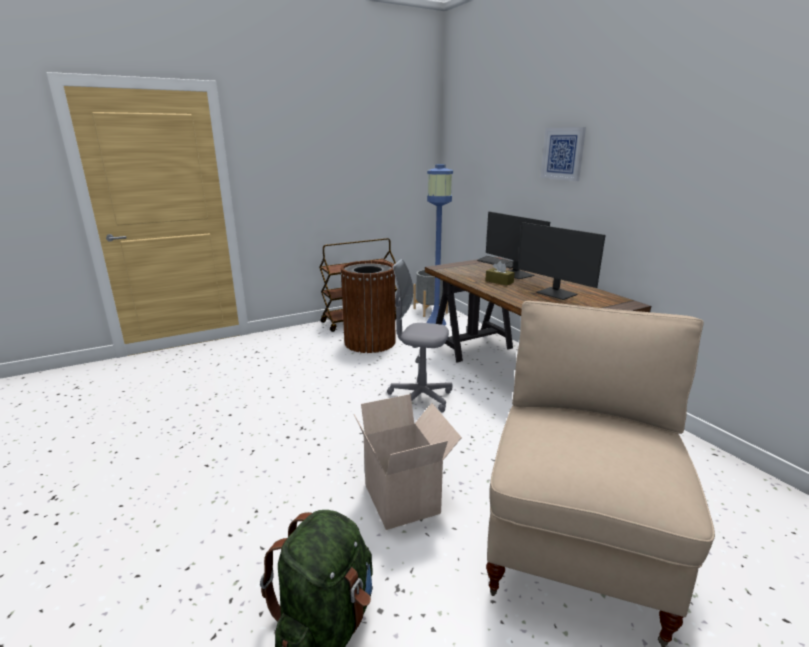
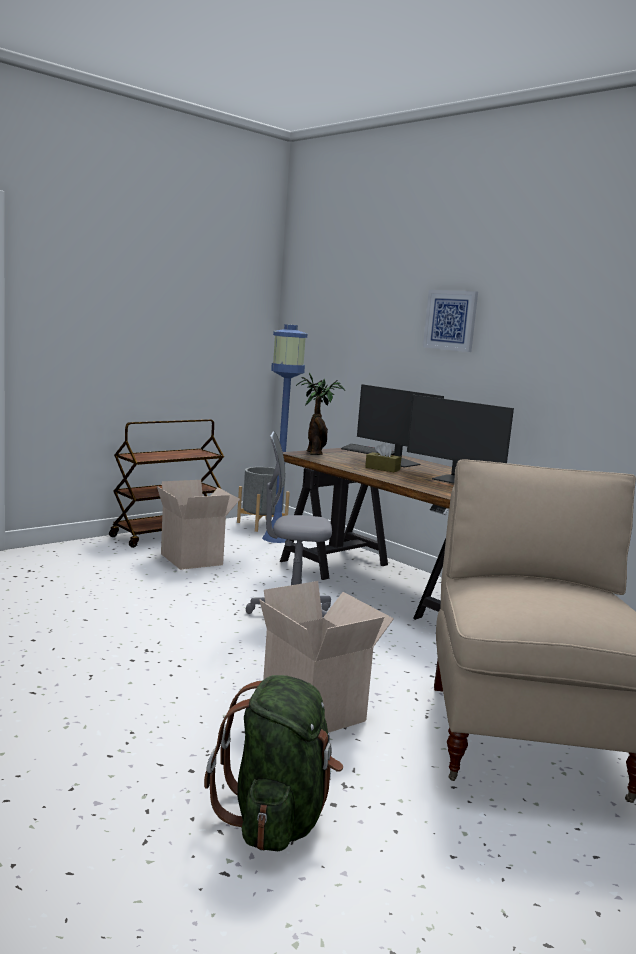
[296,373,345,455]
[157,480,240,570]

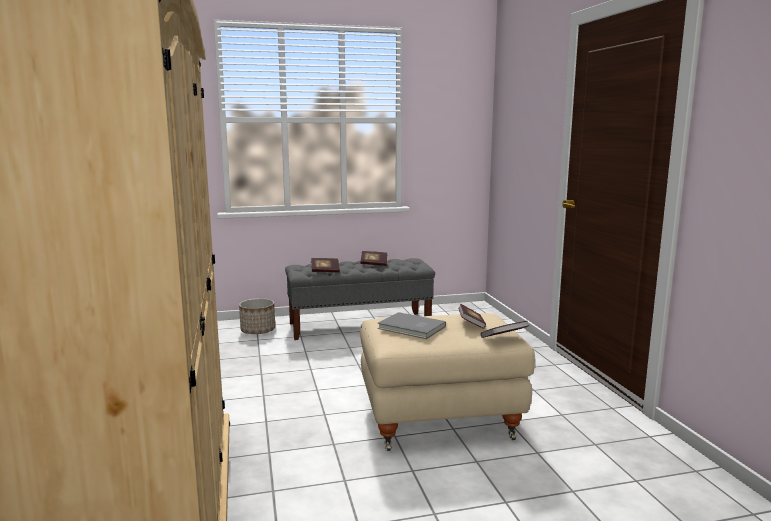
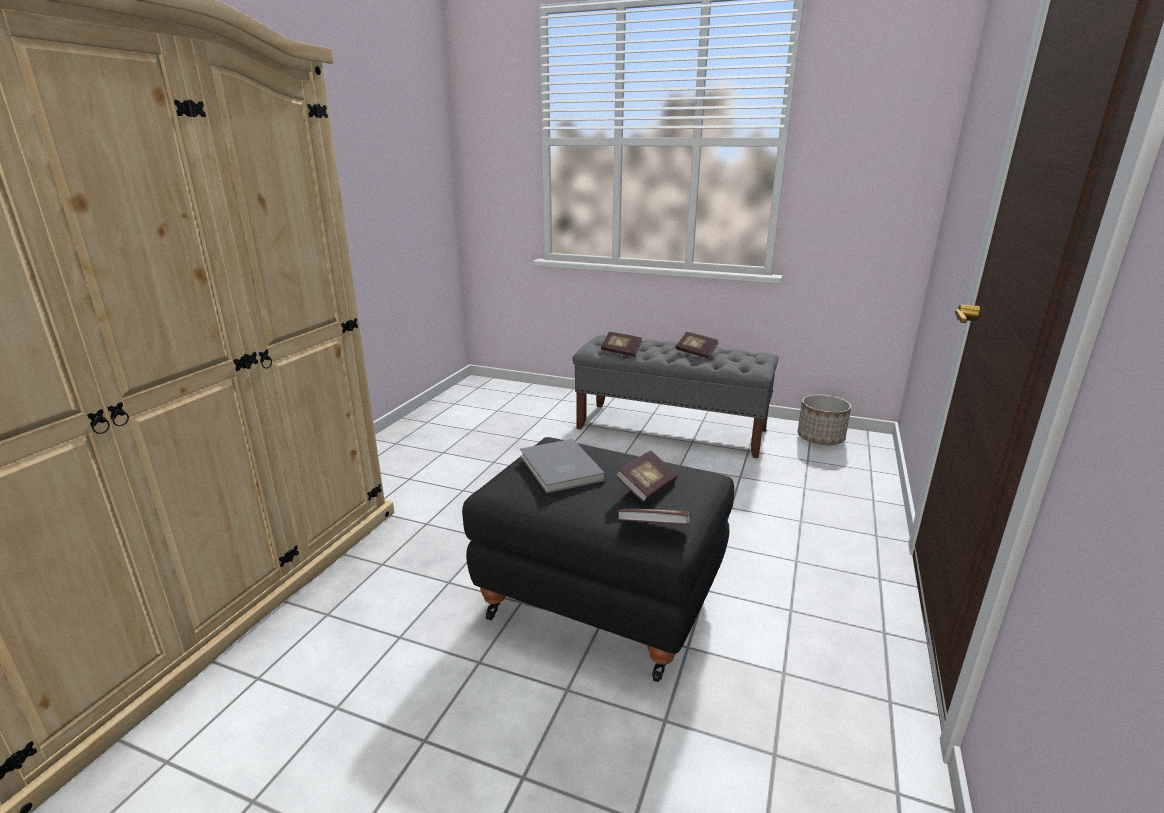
[798,394,851,445]
[462,437,734,682]

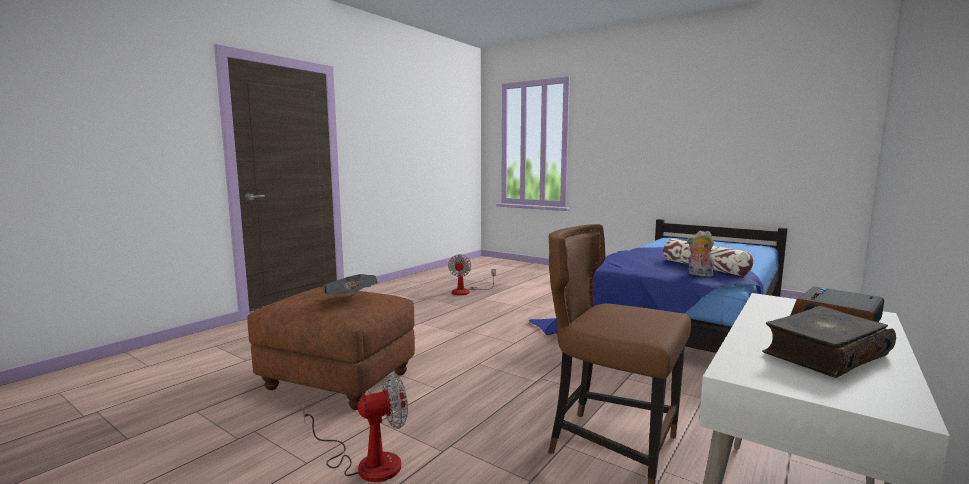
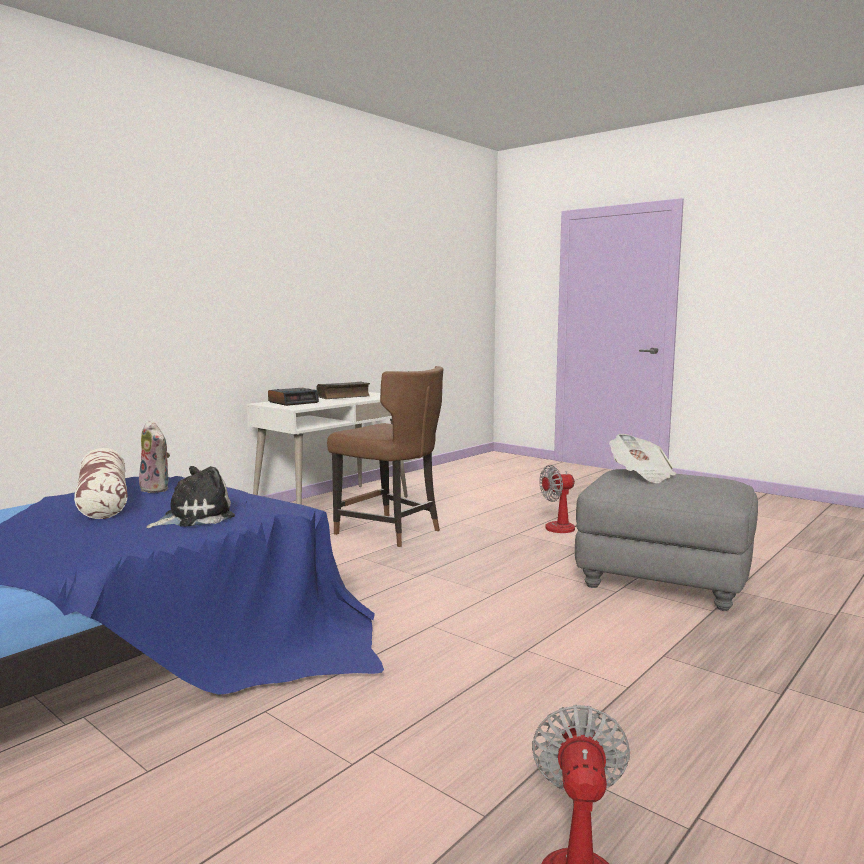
[146,466,235,528]
[575,469,758,611]

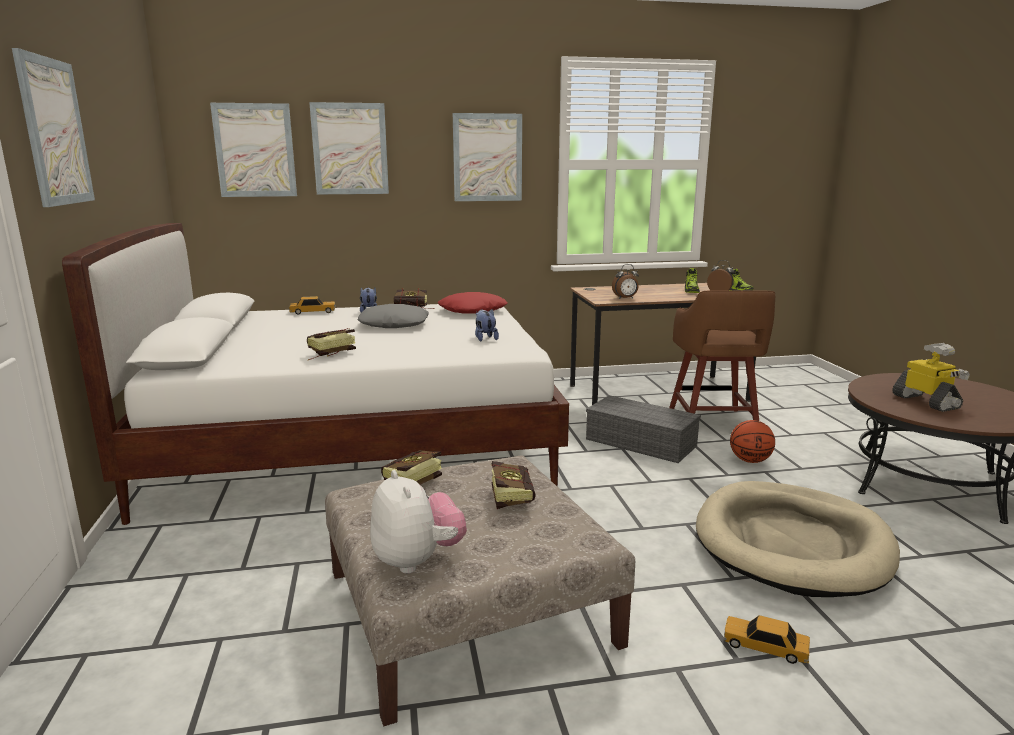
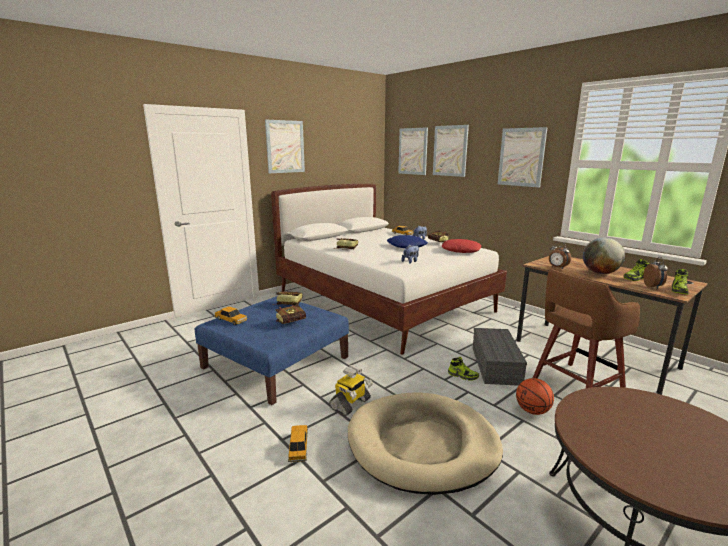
[448,357,479,381]
[583,237,625,274]
[329,365,373,416]
[214,306,247,325]
[195,297,349,405]
[387,235,428,248]

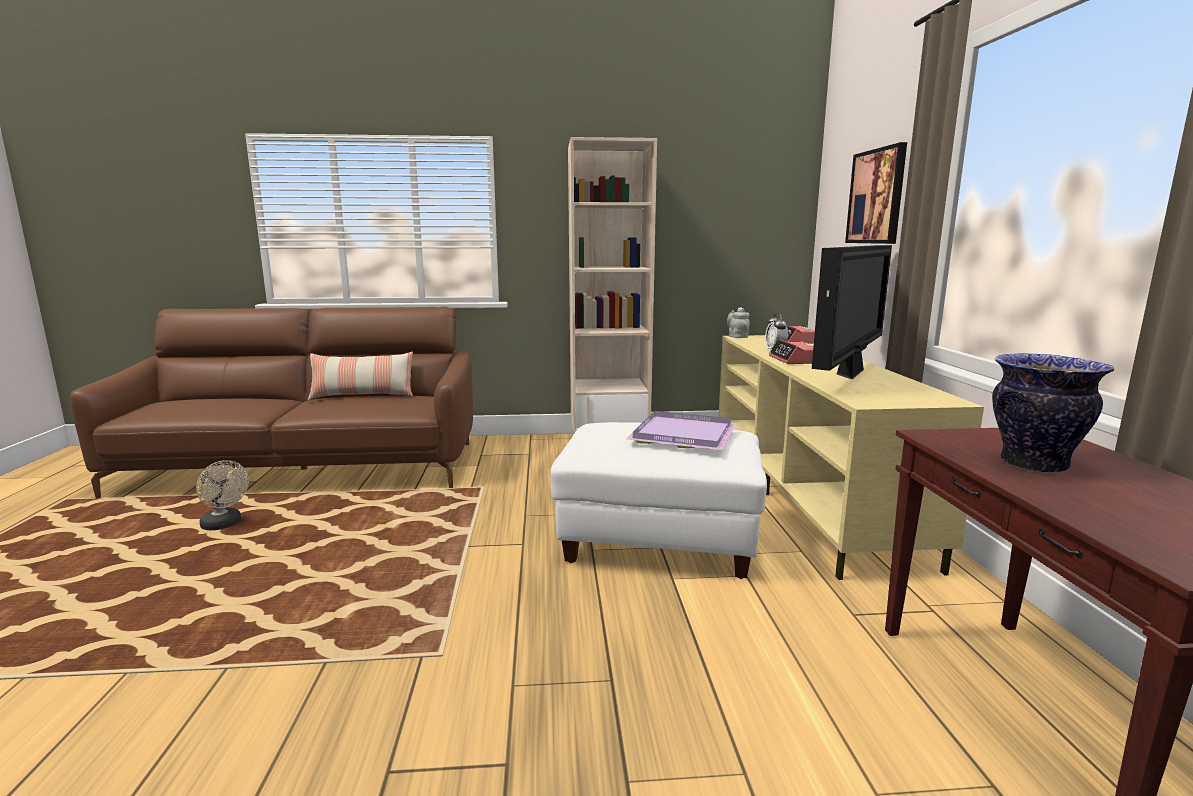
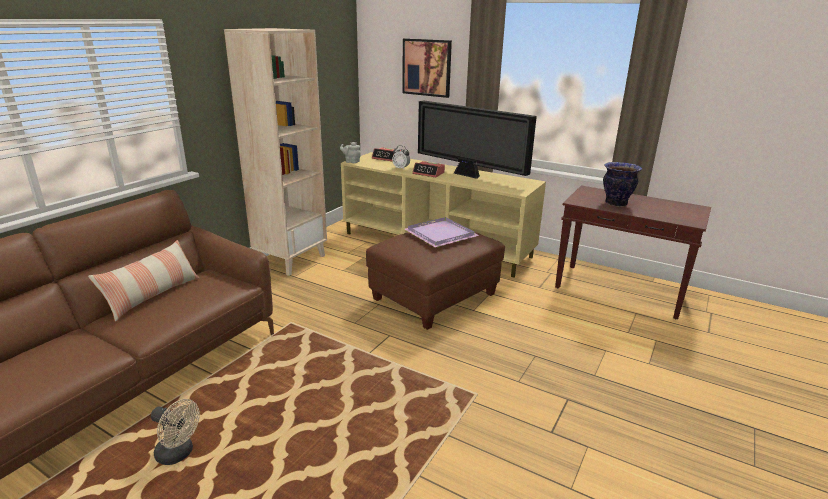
[366,228,505,330]
[151,399,200,465]
[418,100,537,179]

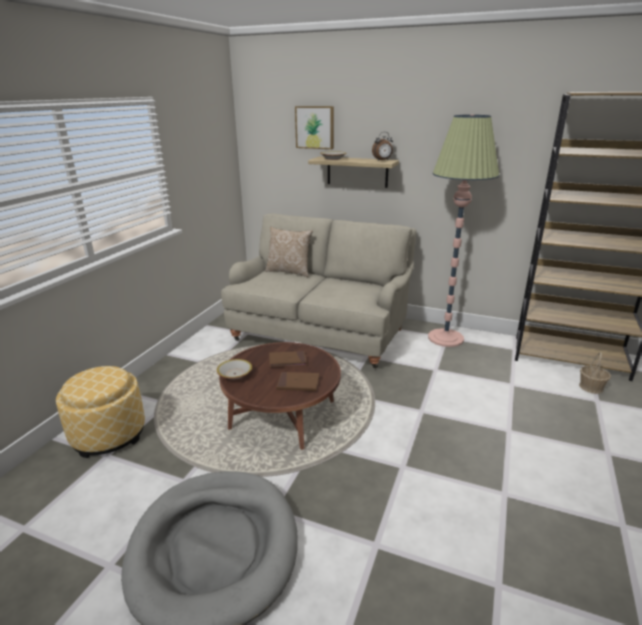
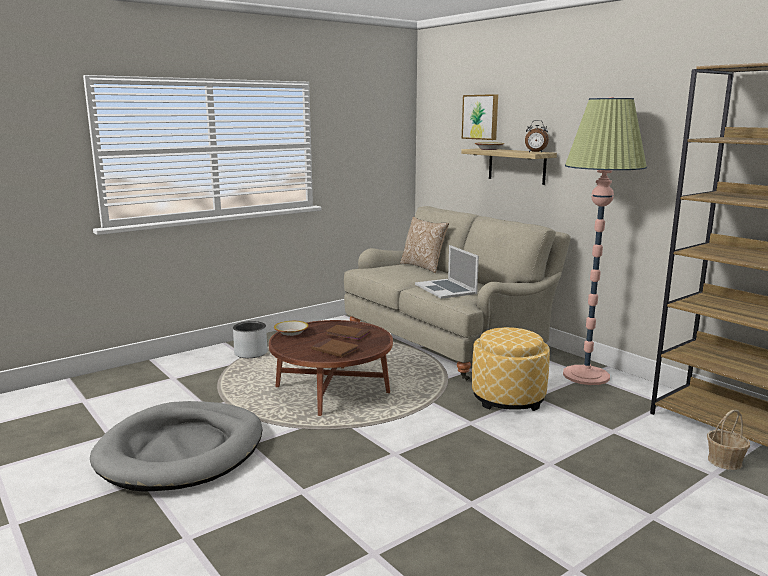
[233,321,268,358]
[415,245,479,299]
[472,327,550,411]

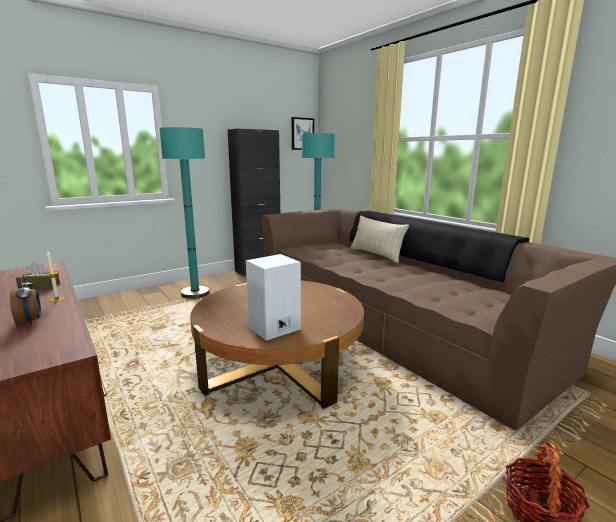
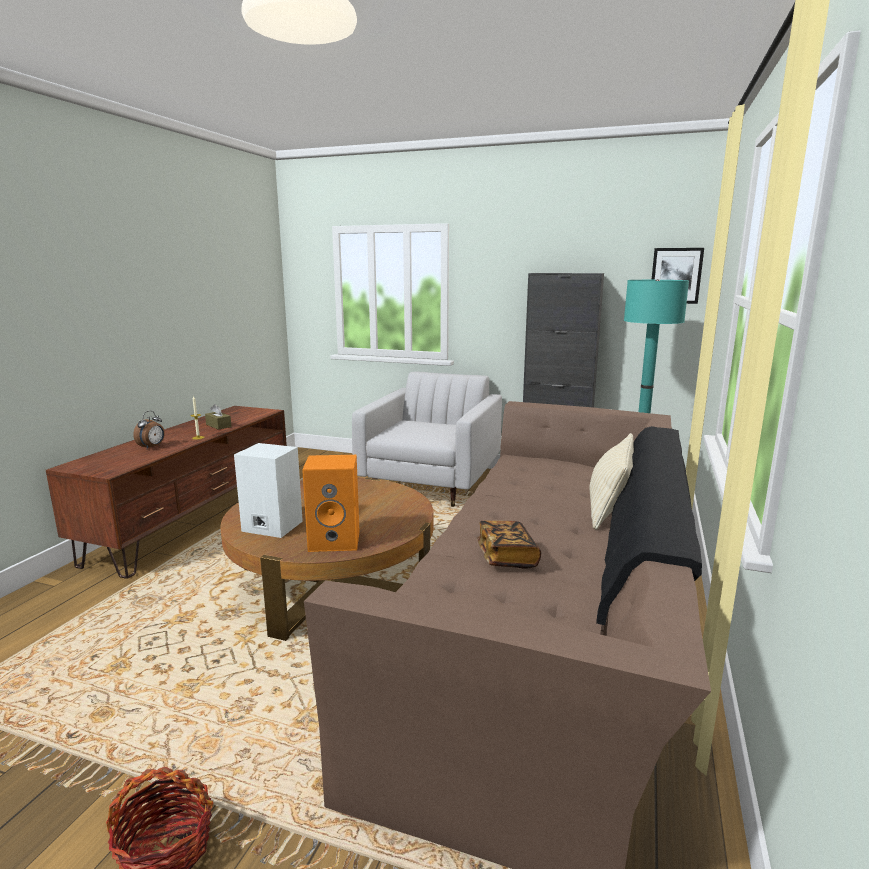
[302,455,360,552]
[477,520,541,569]
[352,371,502,507]

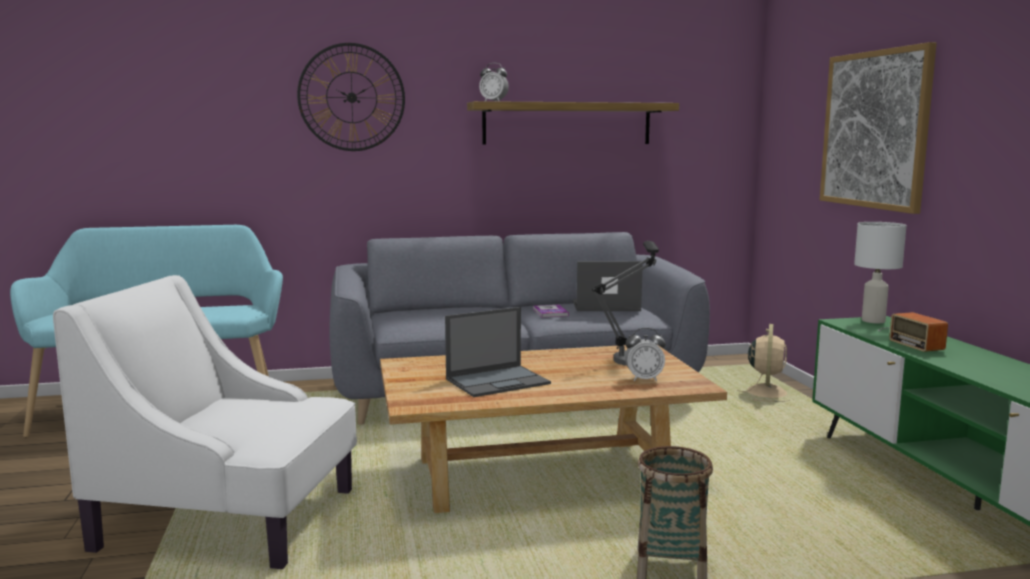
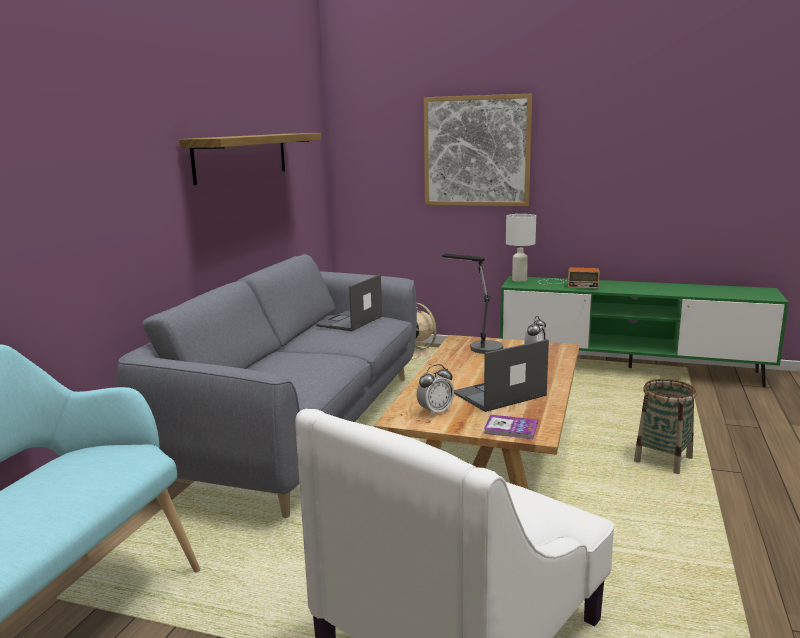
[297,43,405,151] (first image)
[417,364,454,416]
[484,415,538,439]
[454,339,549,412]

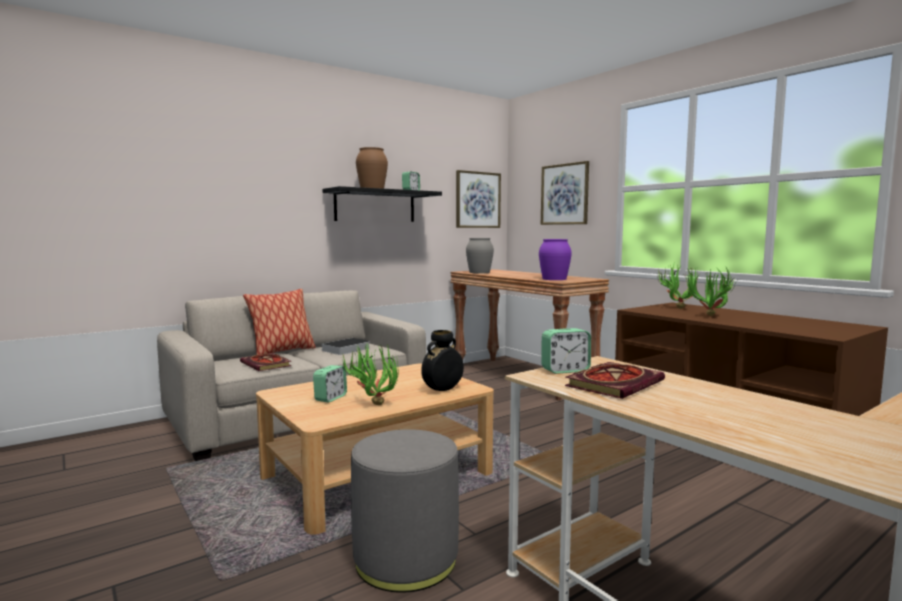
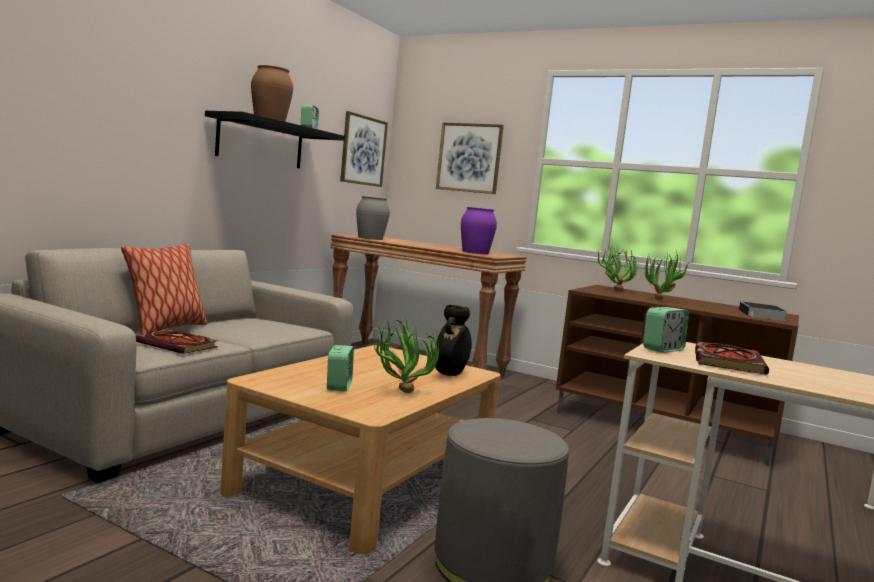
[739,301,788,321]

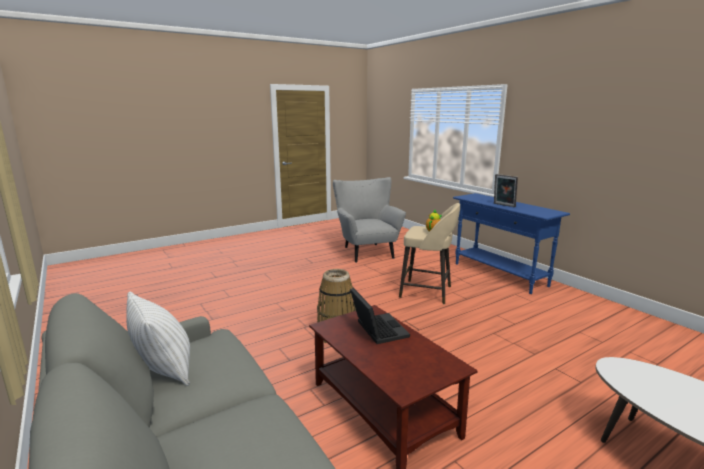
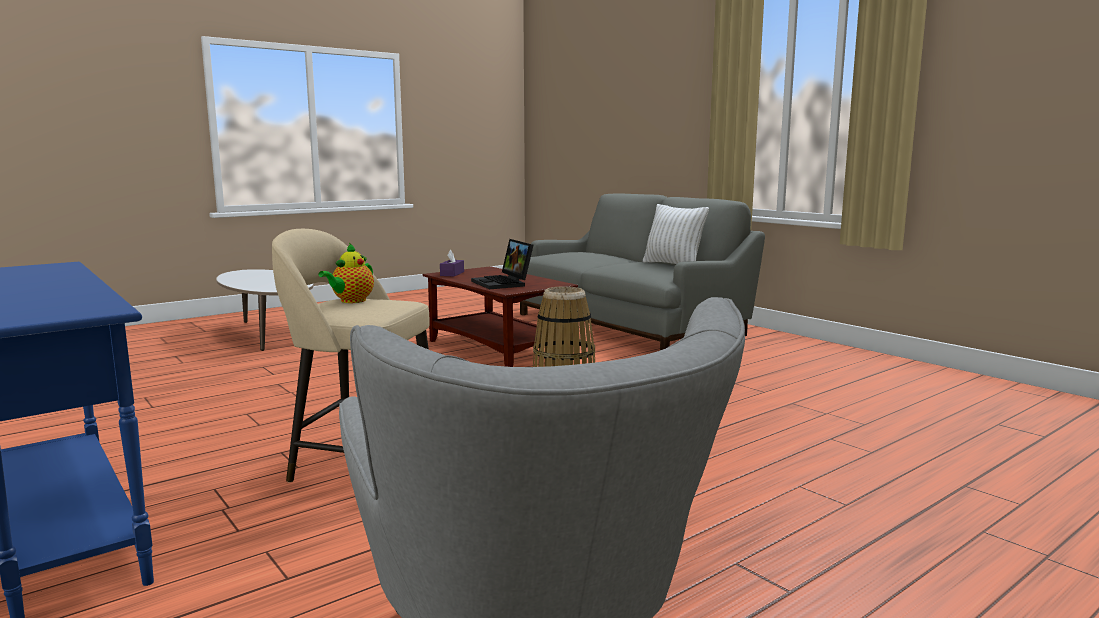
[494,174,518,207] (first image)
[440,250,464,277]

